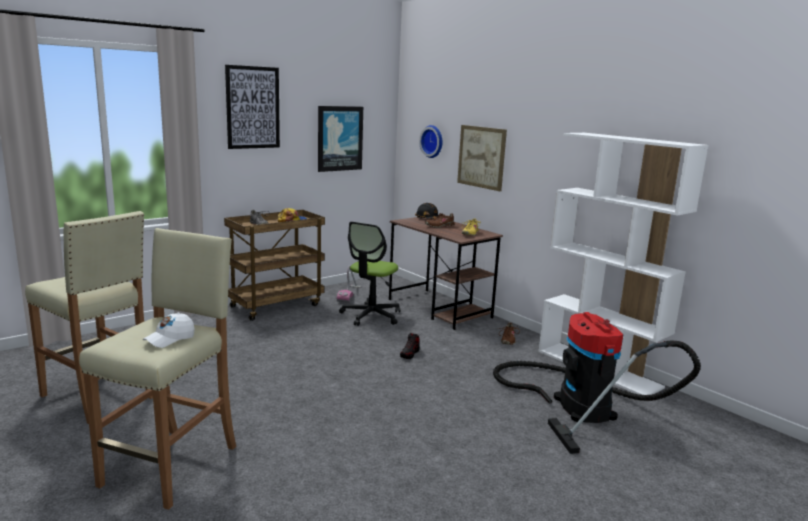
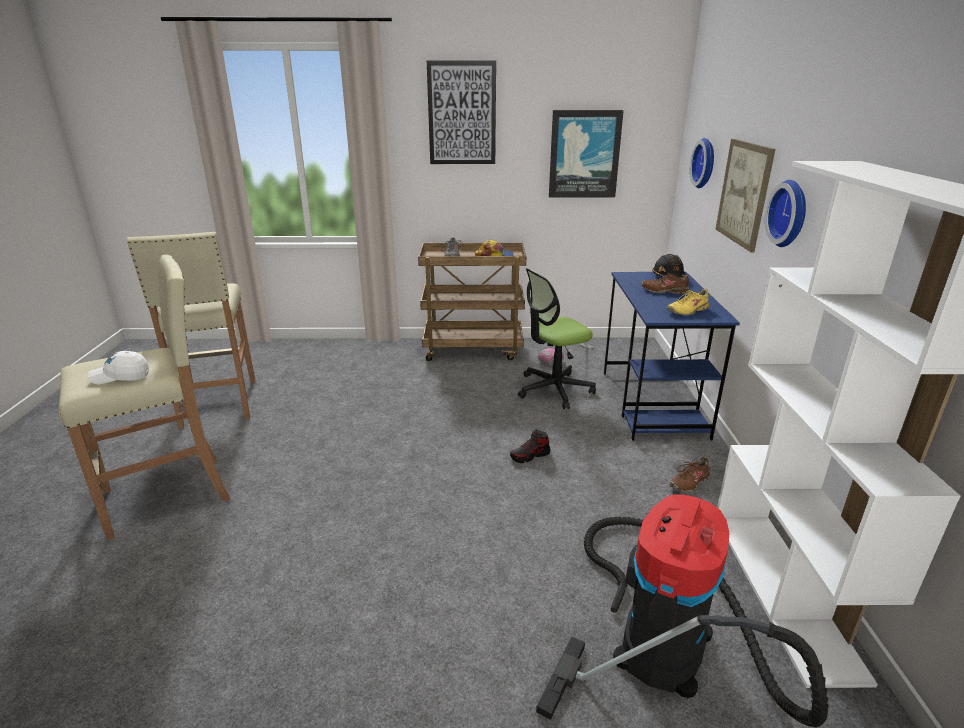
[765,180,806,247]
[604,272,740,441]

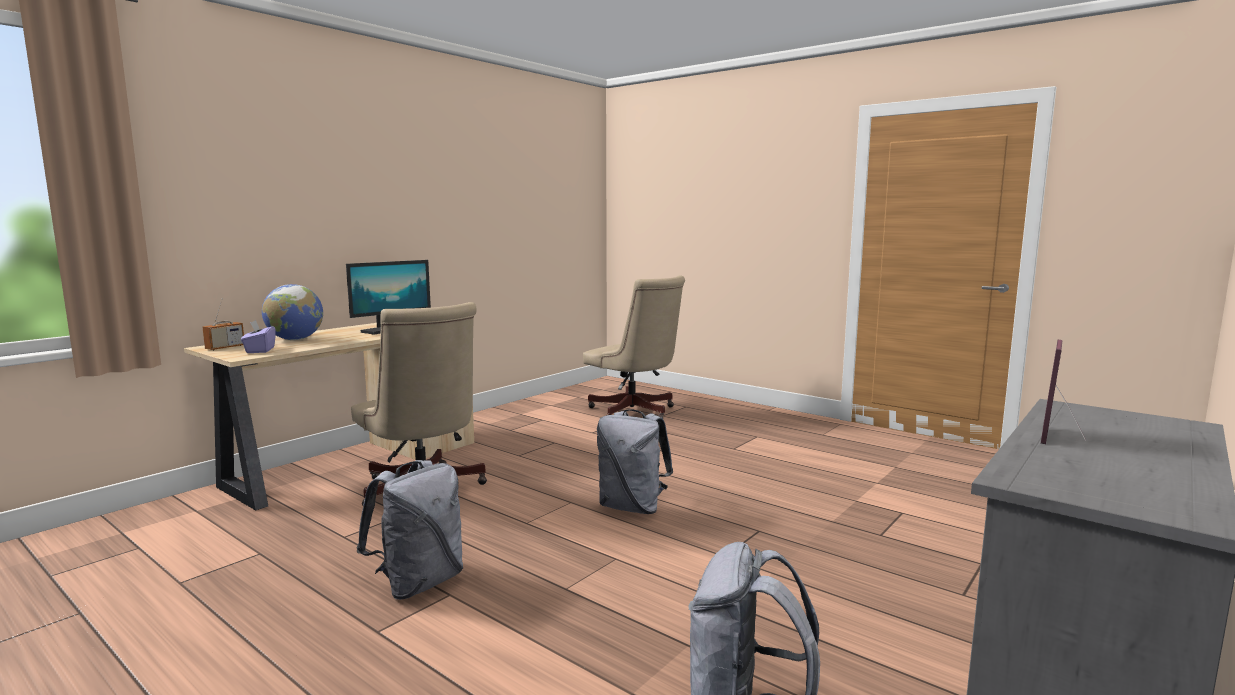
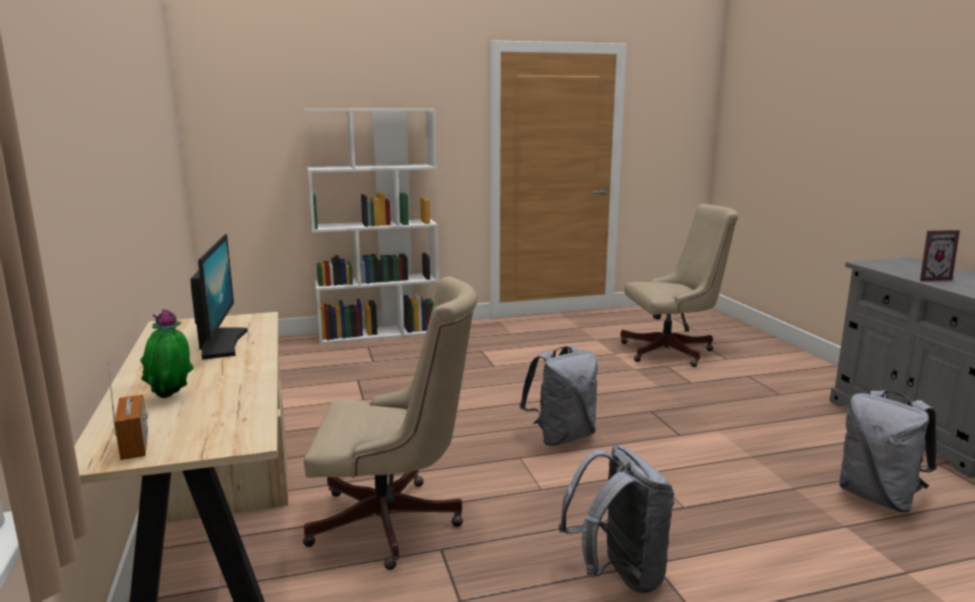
[241,320,276,353] (first image)
[303,108,439,344]
[621,204,739,367]
[140,309,194,398]
[920,230,960,281]

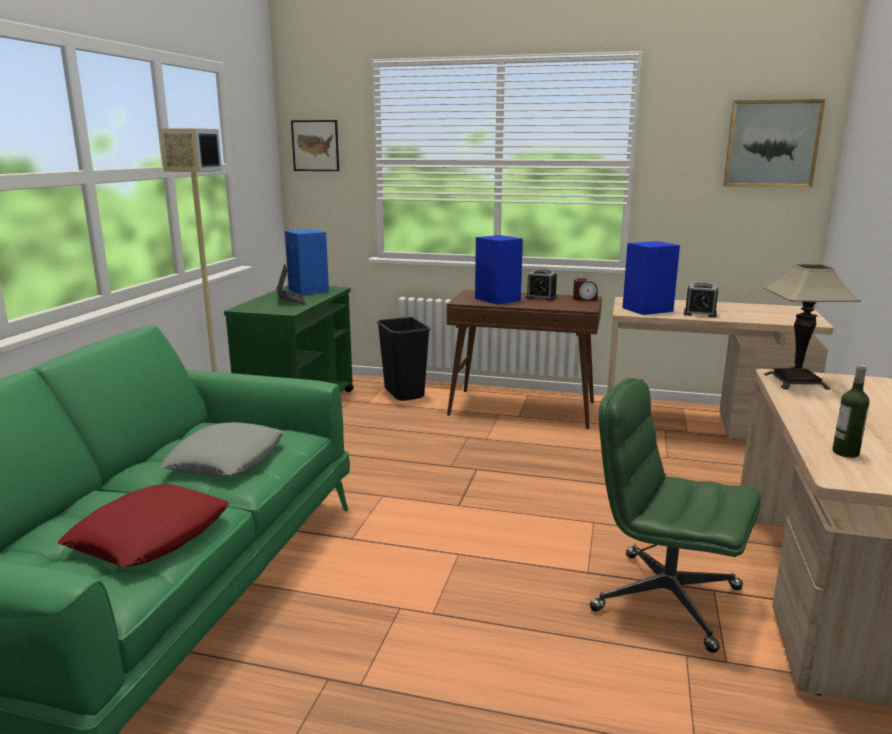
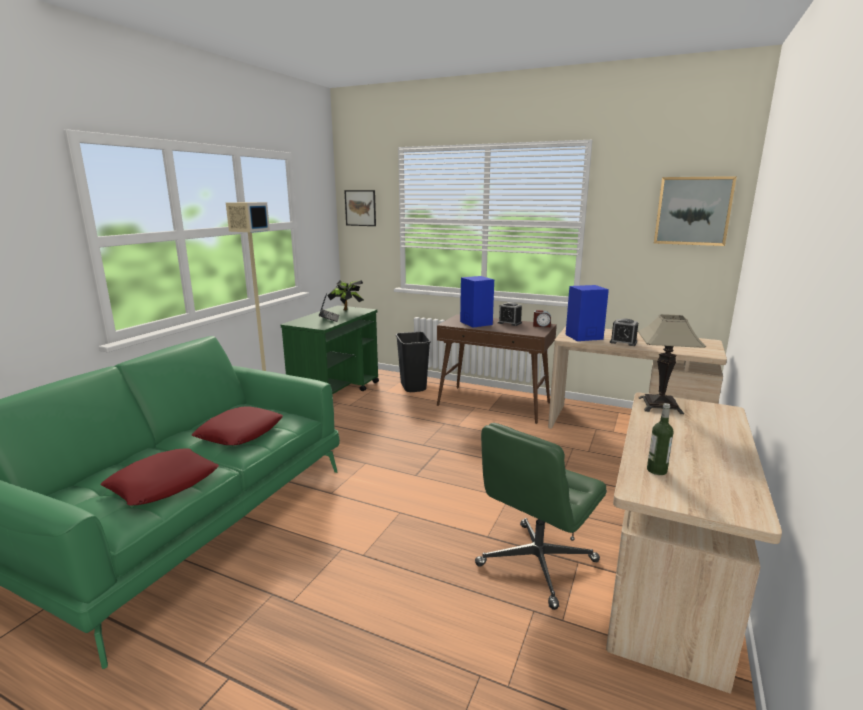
[327,280,364,310]
[192,407,283,445]
[475,423,607,610]

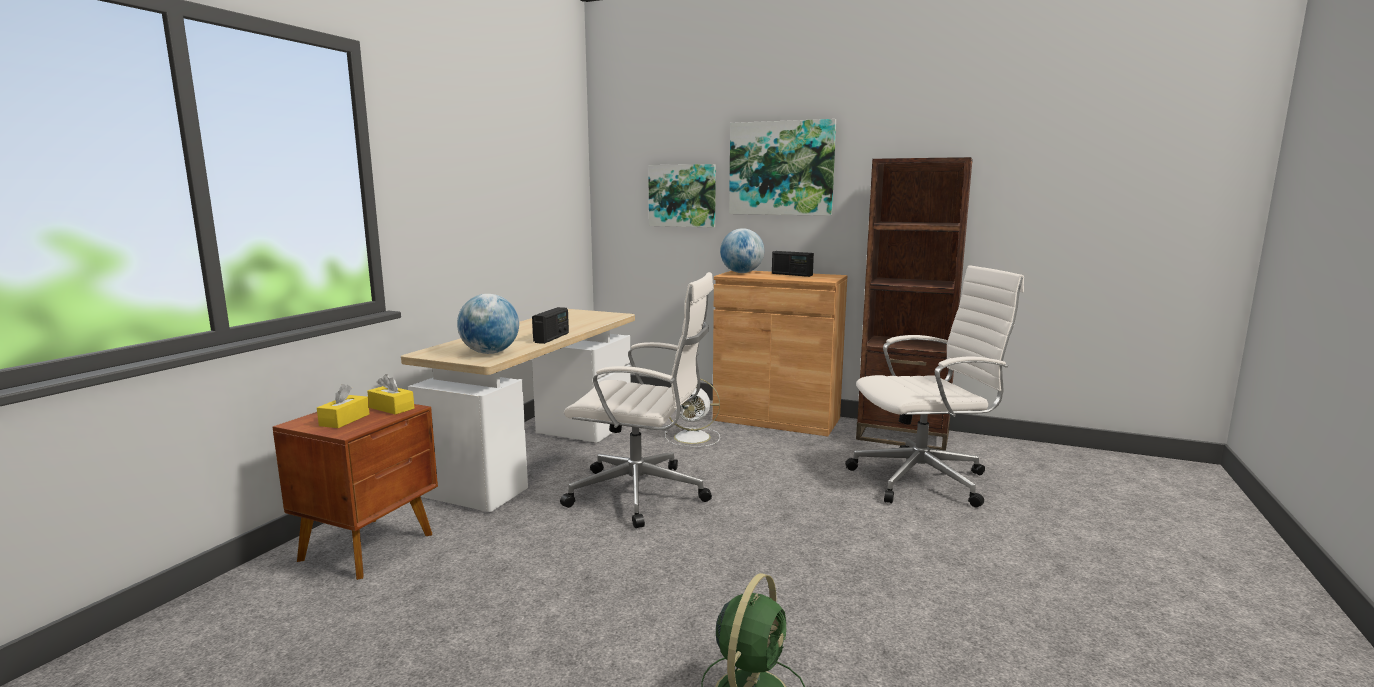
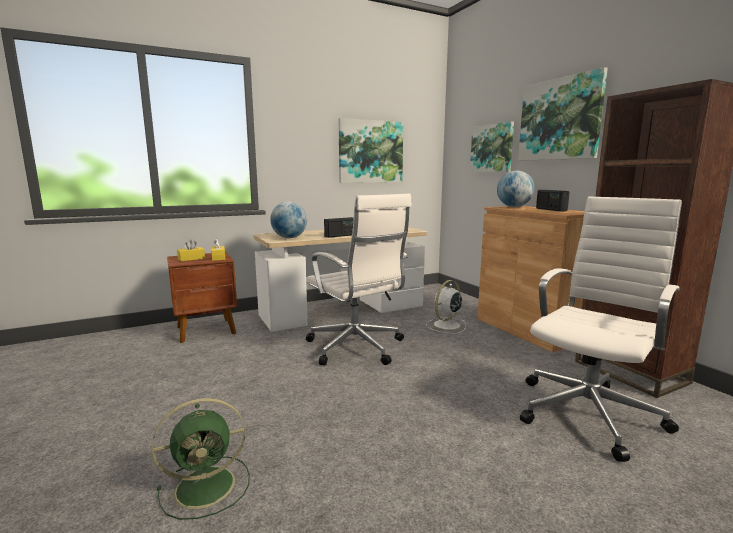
[339,118,403,183]
[426,280,466,334]
[520,196,682,462]

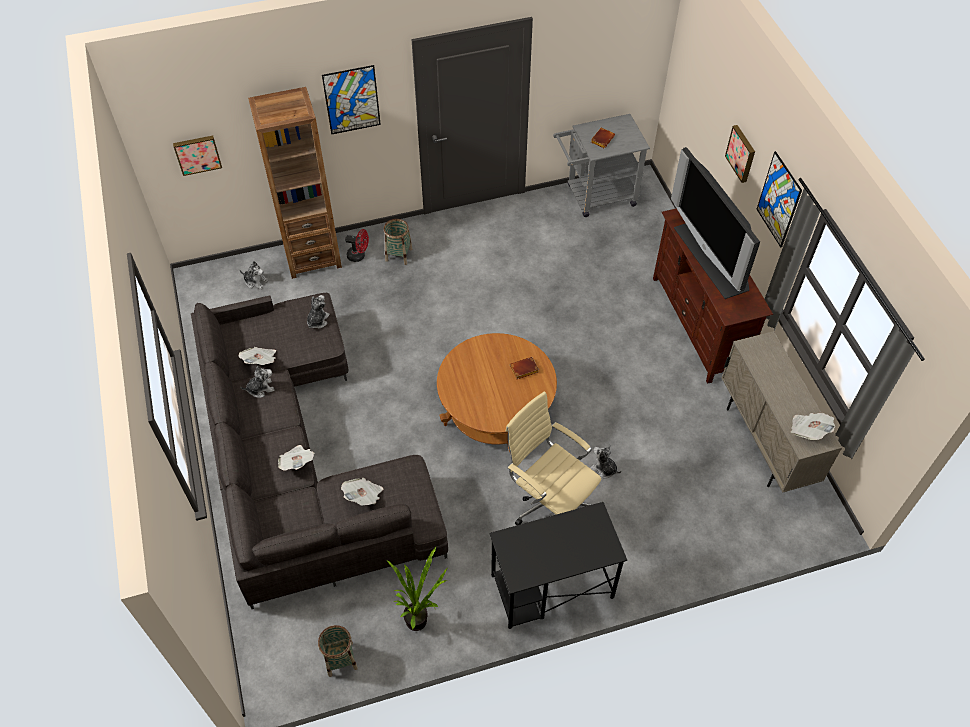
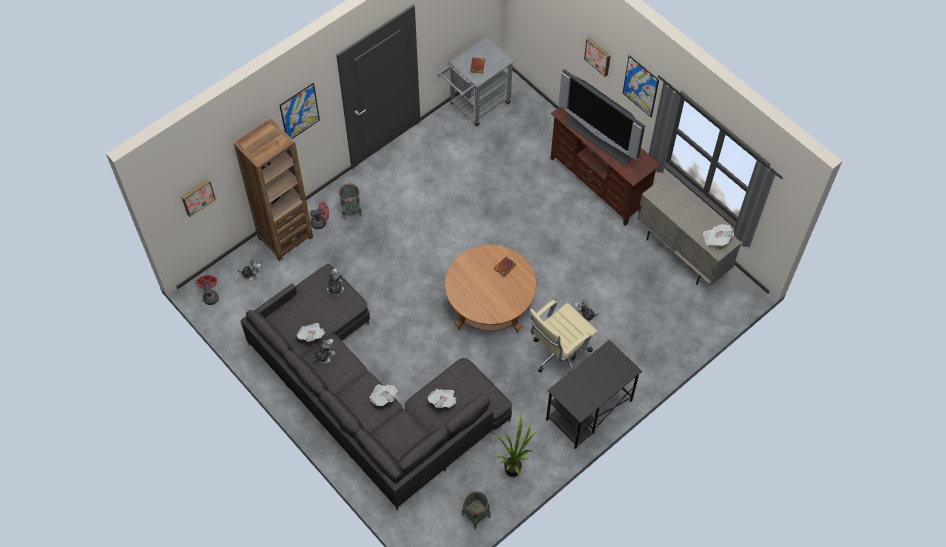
[196,275,219,305]
[529,300,598,372]

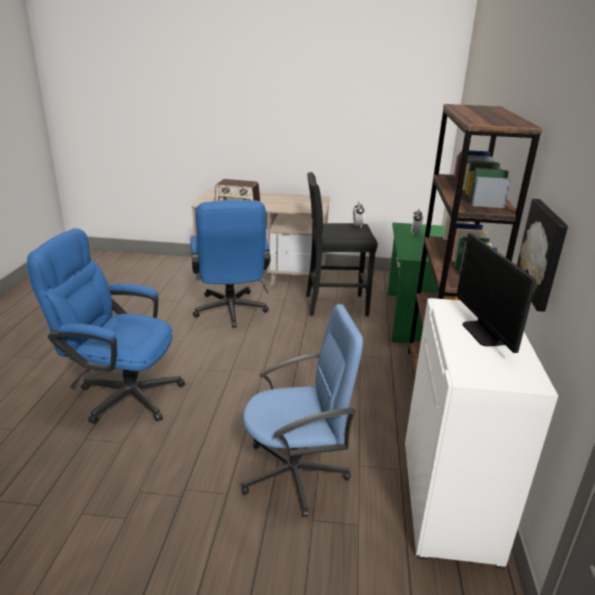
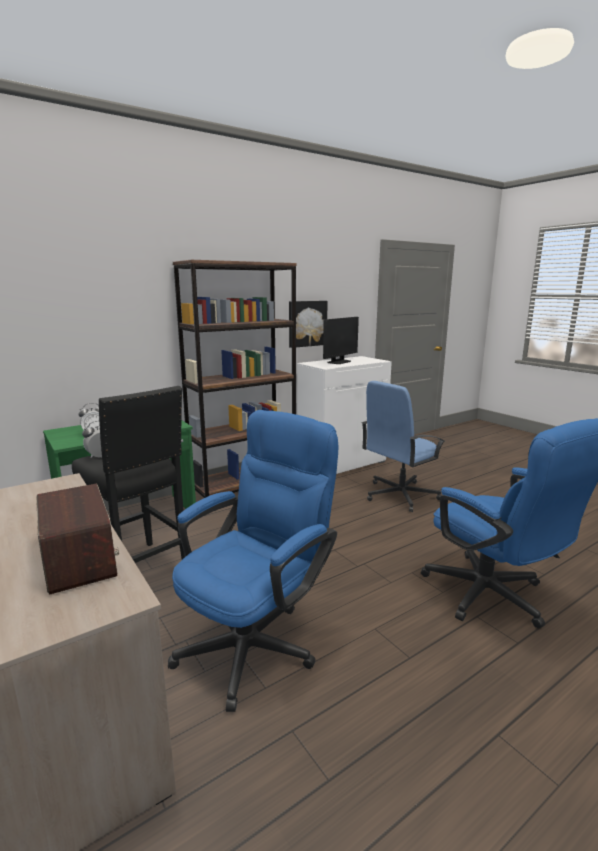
[362,381,446,512]

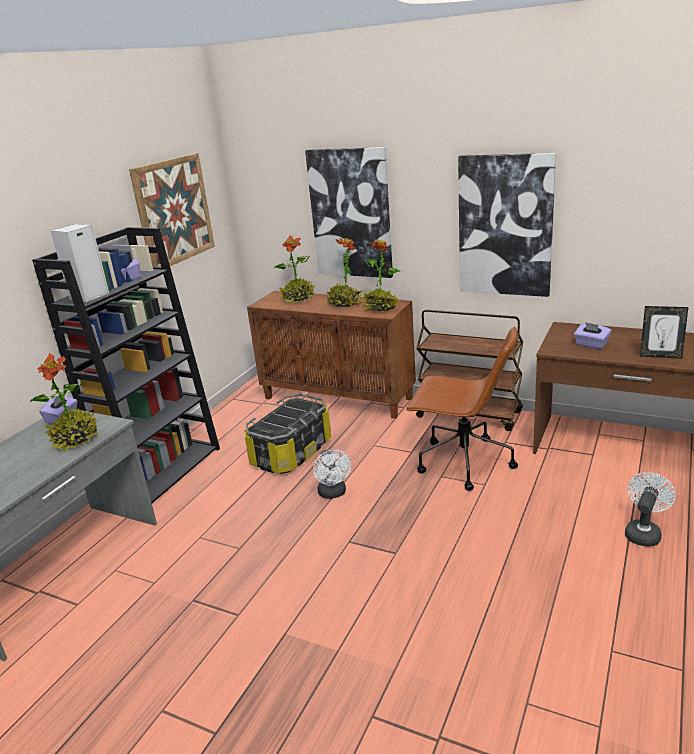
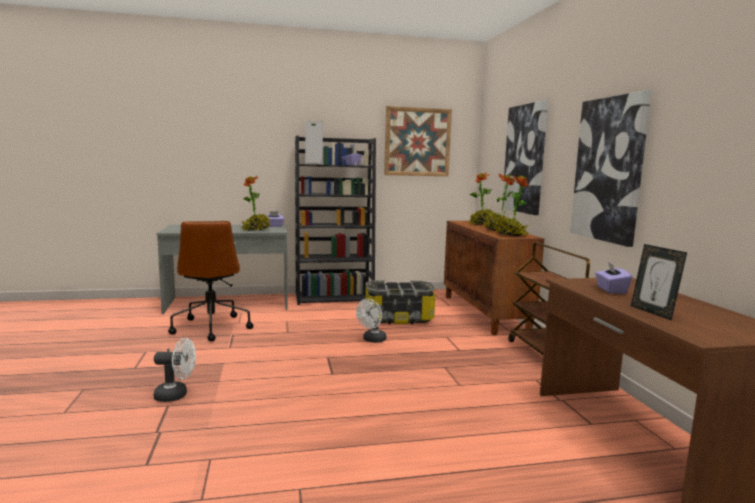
[168,221,254,341]
[154,338,196,402]

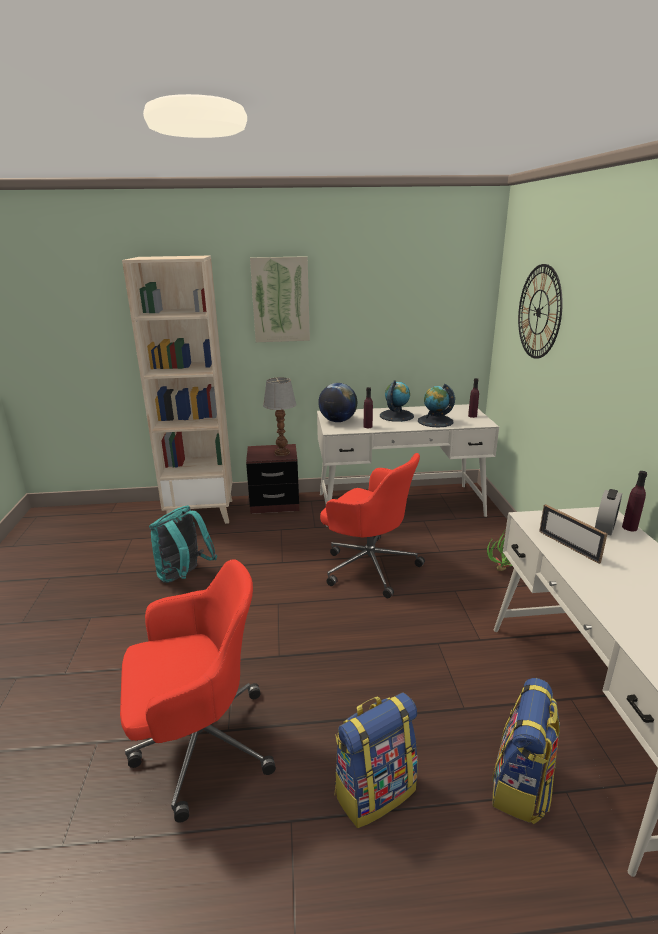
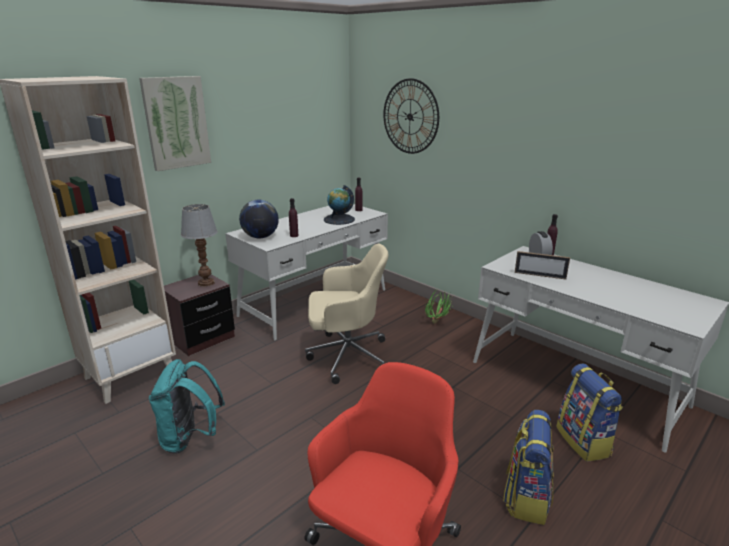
[380,380,414,422] (first image)
[305,244,388,384]

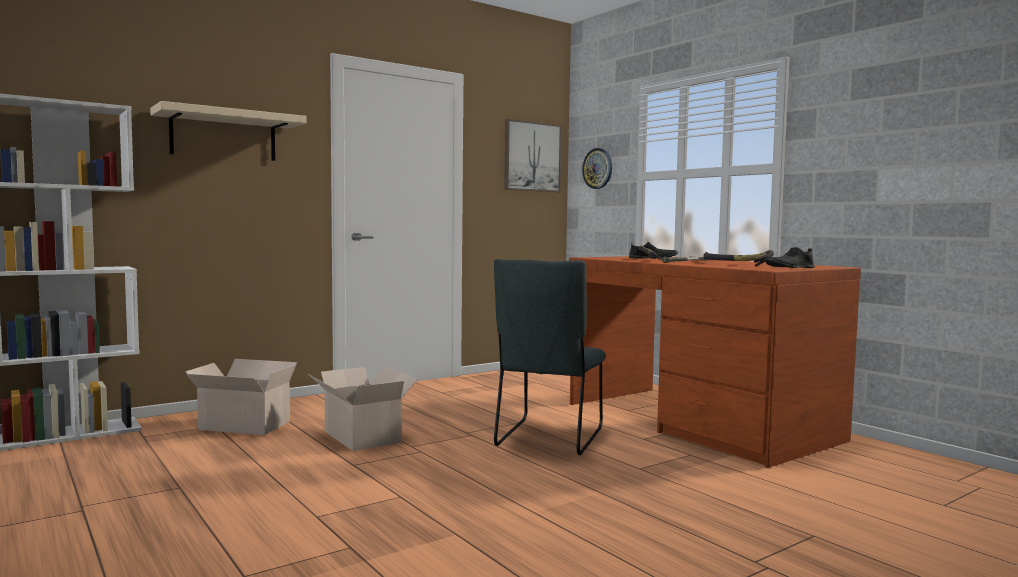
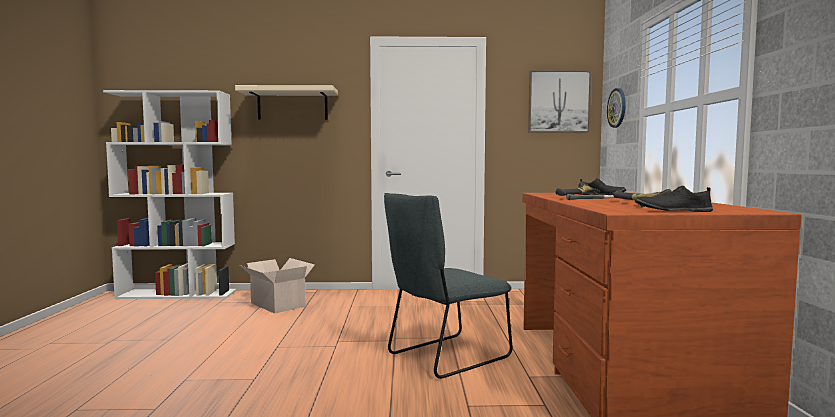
[308,366,417,451] (first image)

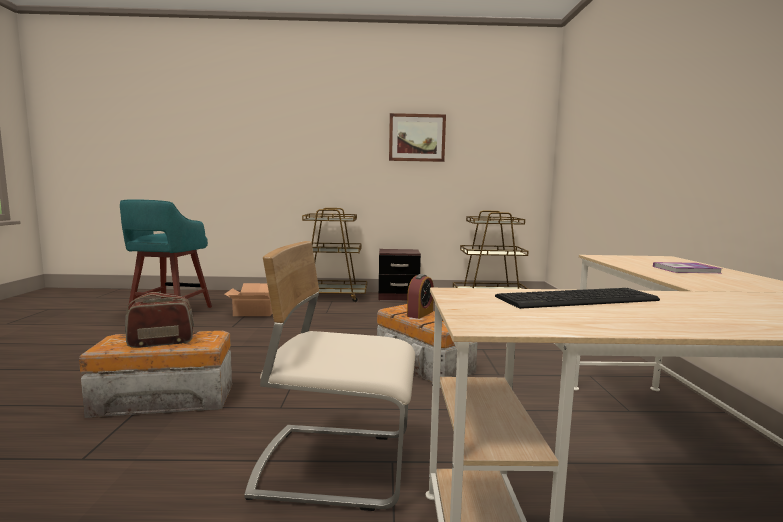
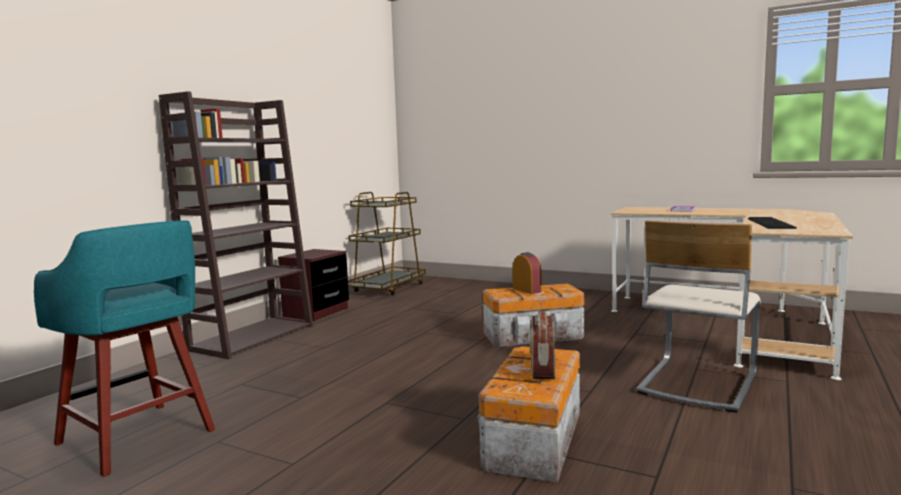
[225,283,272,316] (first image)
[389,113,446,162] (first image)
[159,91,314,359]

